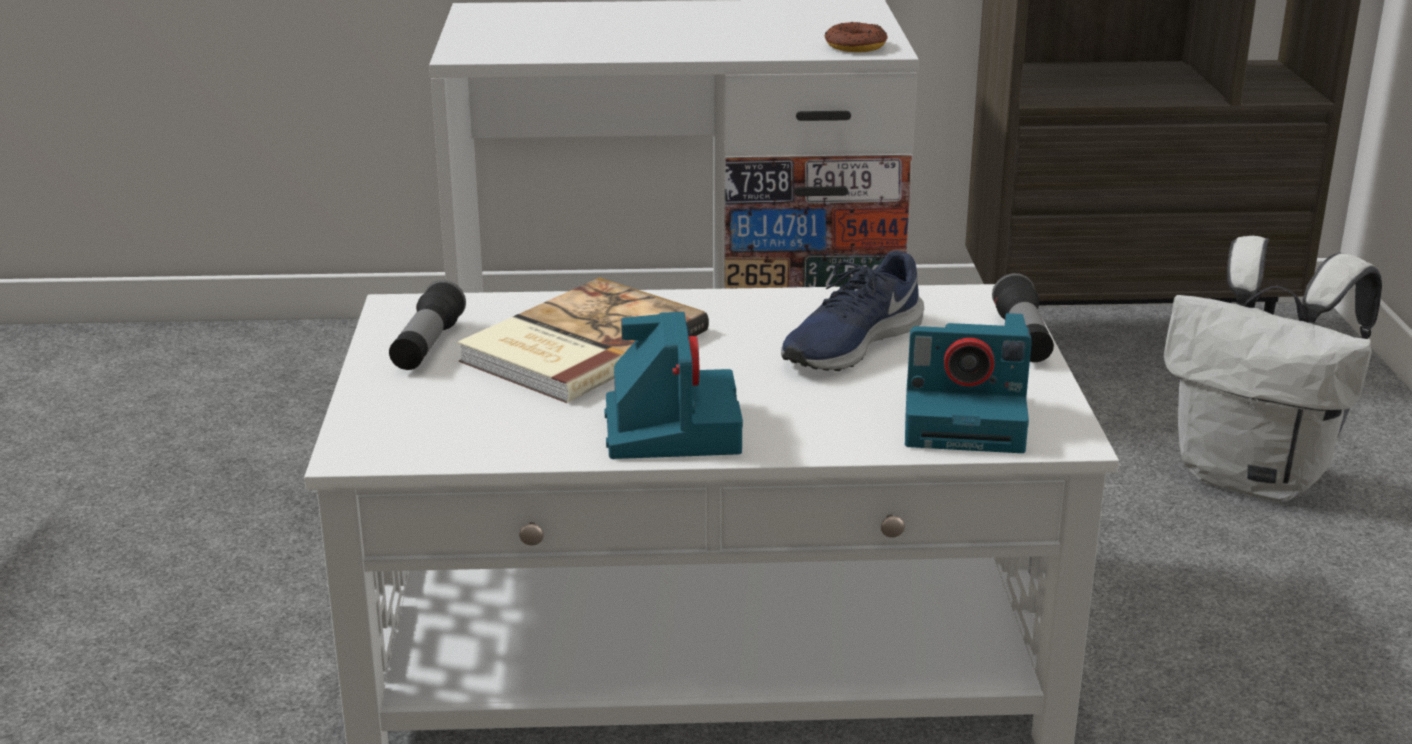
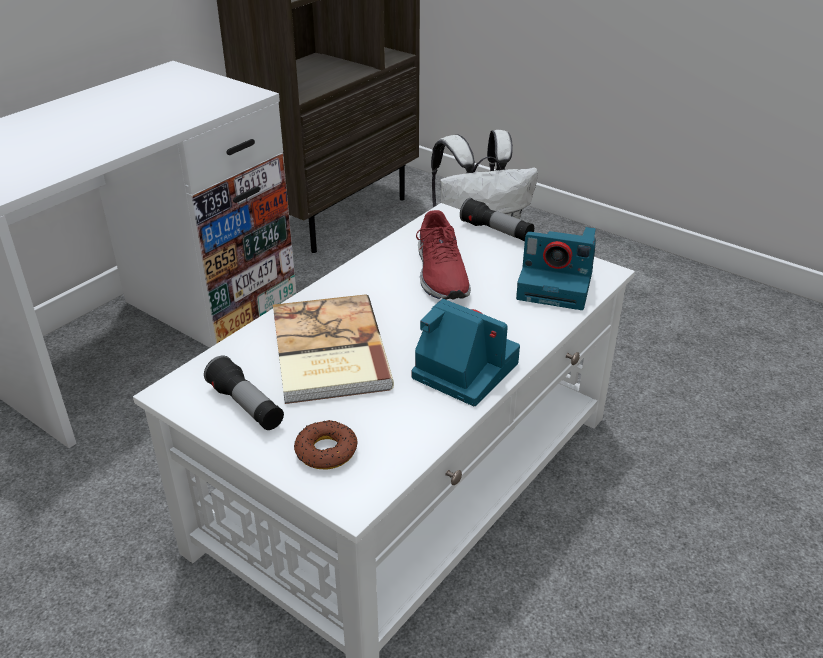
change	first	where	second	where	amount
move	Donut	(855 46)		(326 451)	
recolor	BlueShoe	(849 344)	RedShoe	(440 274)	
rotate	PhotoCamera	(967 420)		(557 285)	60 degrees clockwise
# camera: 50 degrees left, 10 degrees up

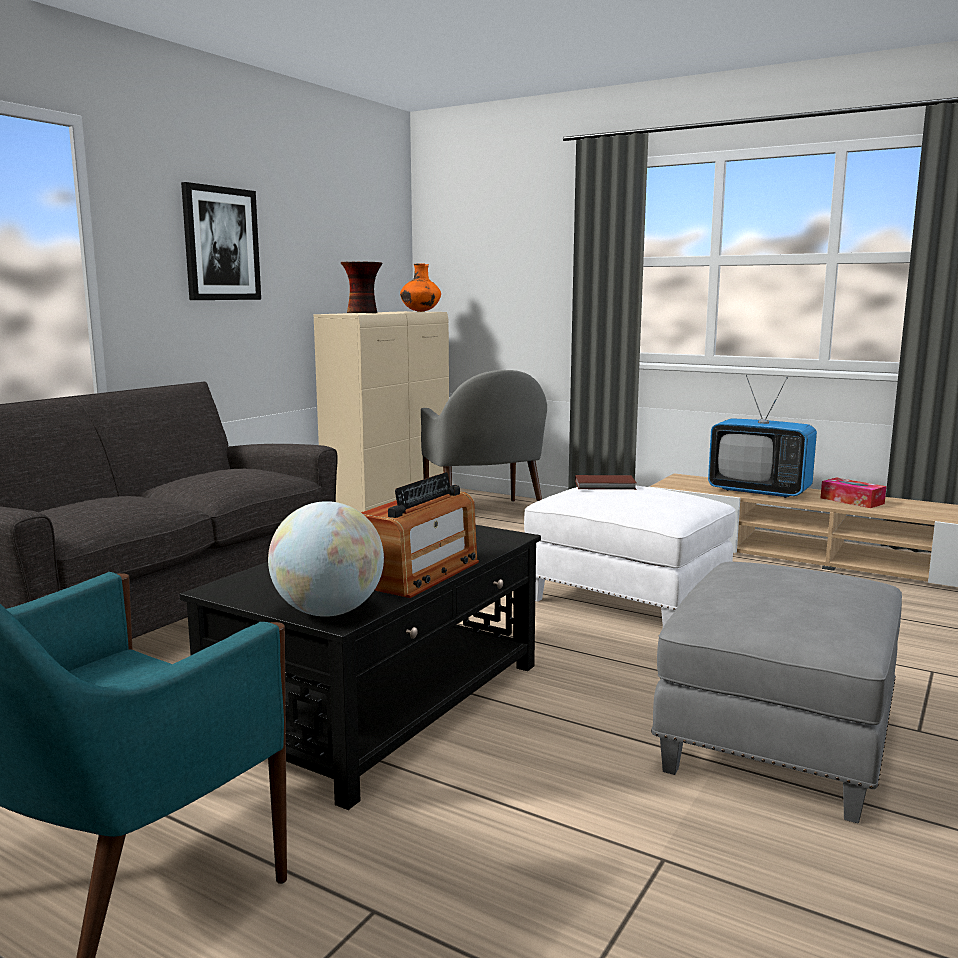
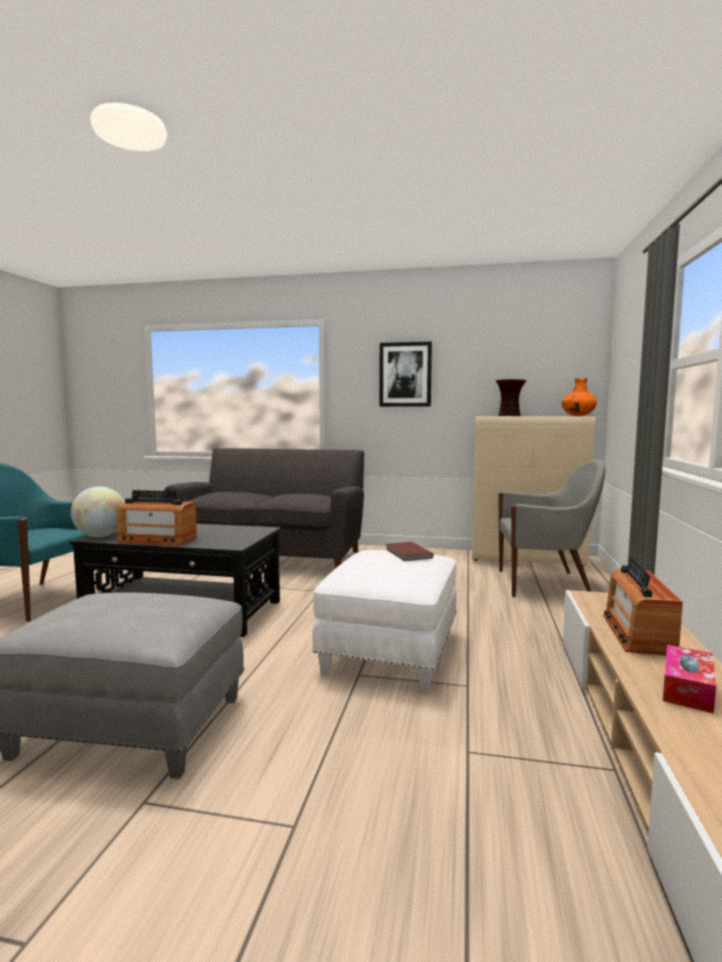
change	first	where	second	where	amount
replace	Television	(759 491)	Radio	(637 634)	
rotate	GreyArmchair	(484 515)		(545 584)	135 degrees counterclockwise
# camera: 70 degrees right, 5 degrees down

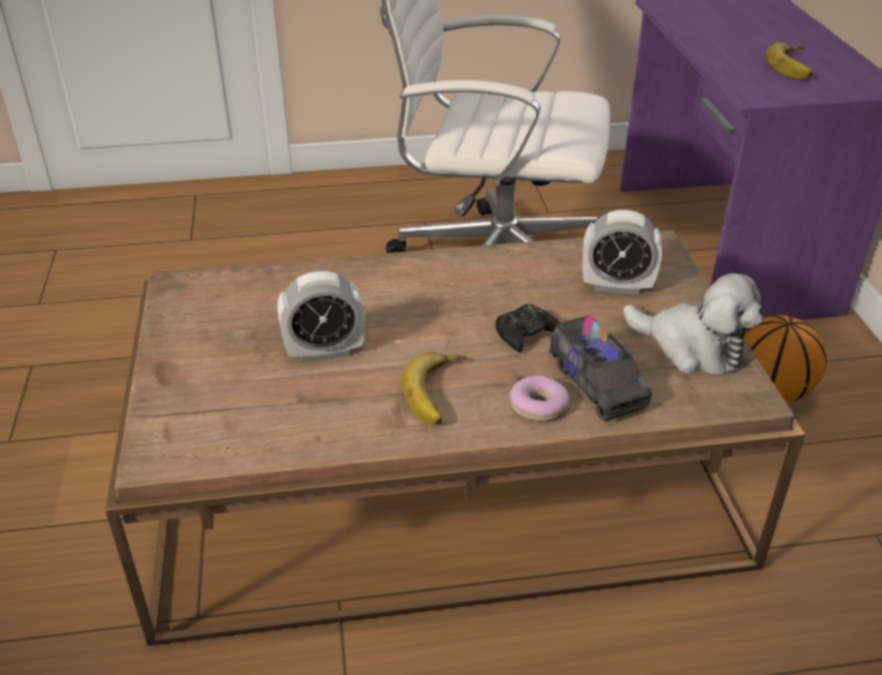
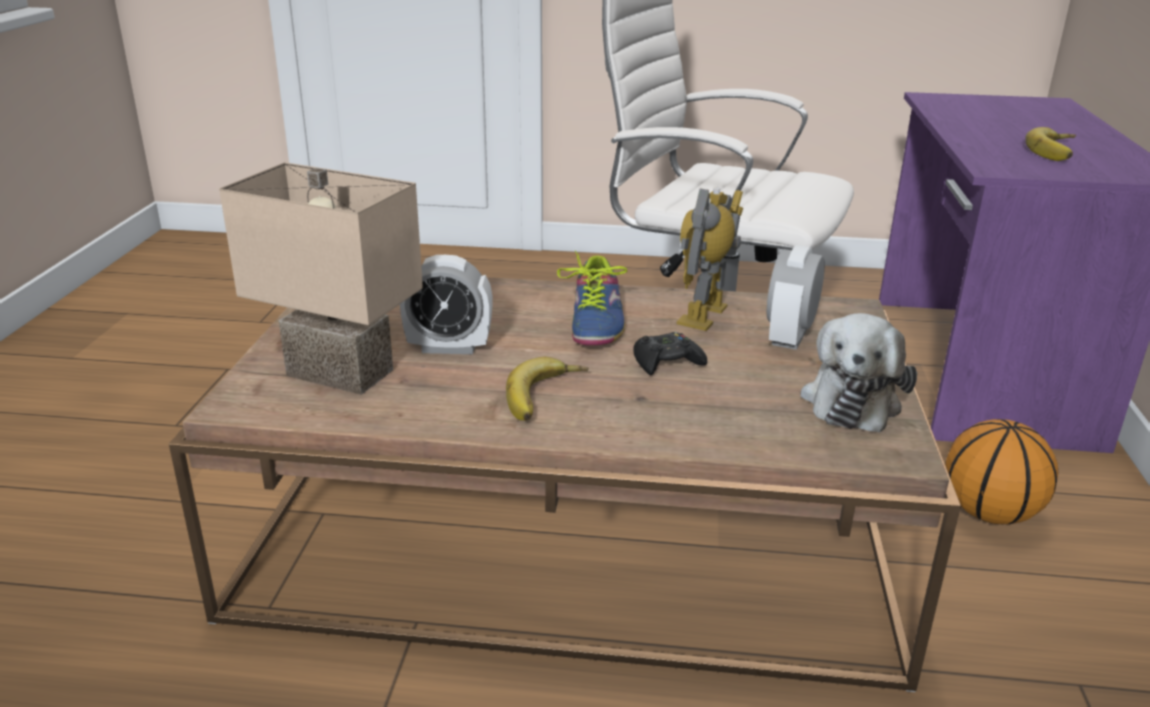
change	first	where	second	where	amount
delete	Donut	(538 406)			
delete	ToyTruck	(597 384)			
insert			BeigeTableLamp	(335 374)	
insert			Shoe	(596 321)	
insert			ToyRobot	(704 316)	
rotate	AlarmClock	(616 286)		(790 337)	90 degrees clockwise
rotate	PlushToy	(693 347)		(852 400)	60 degrees clockwise
# camera: 15 degrees right, 10 degrees down

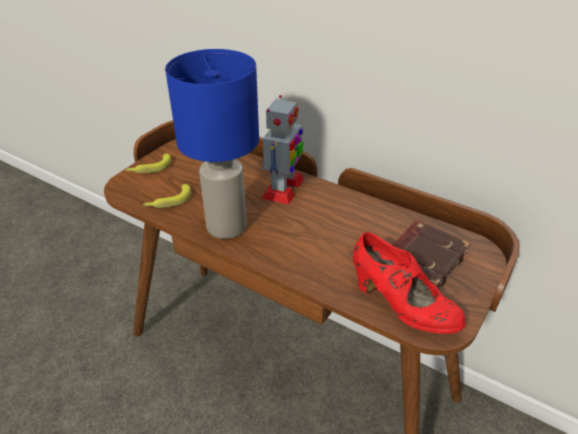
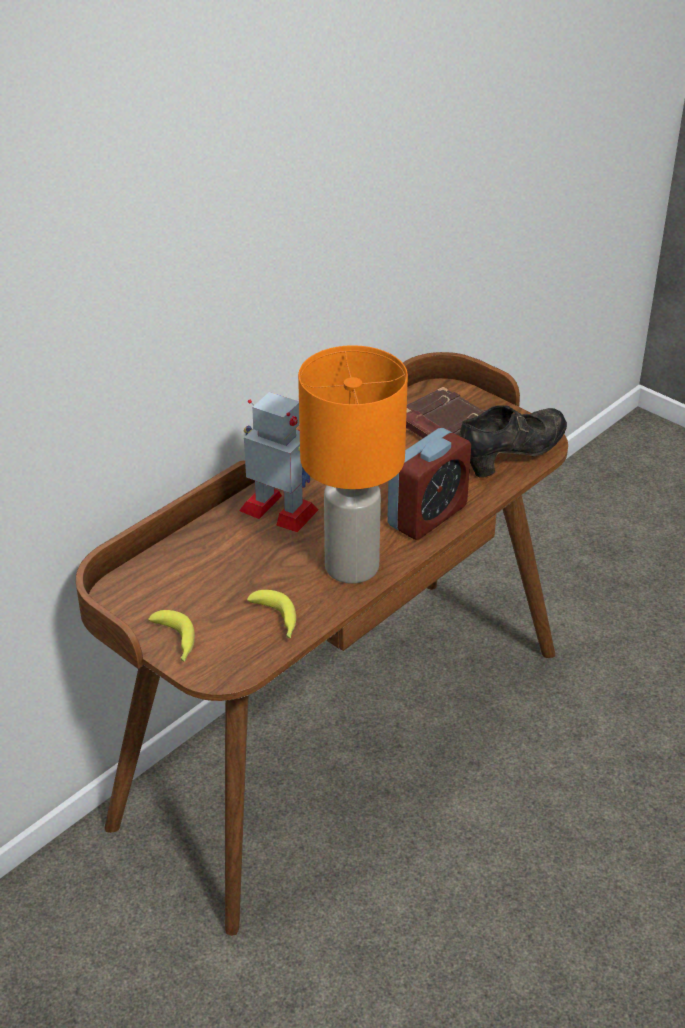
change	first	where	second	where	amount
insert			AlarmClock	(427 516)	
recolor	BlueTableLamp	(226 227)	OrangeTableLamp	(353 567)	
recolor	RedShoe	(401 306)	BlackShoe	(512 457)	
# camera: 80 degrees left, 0 degrees up

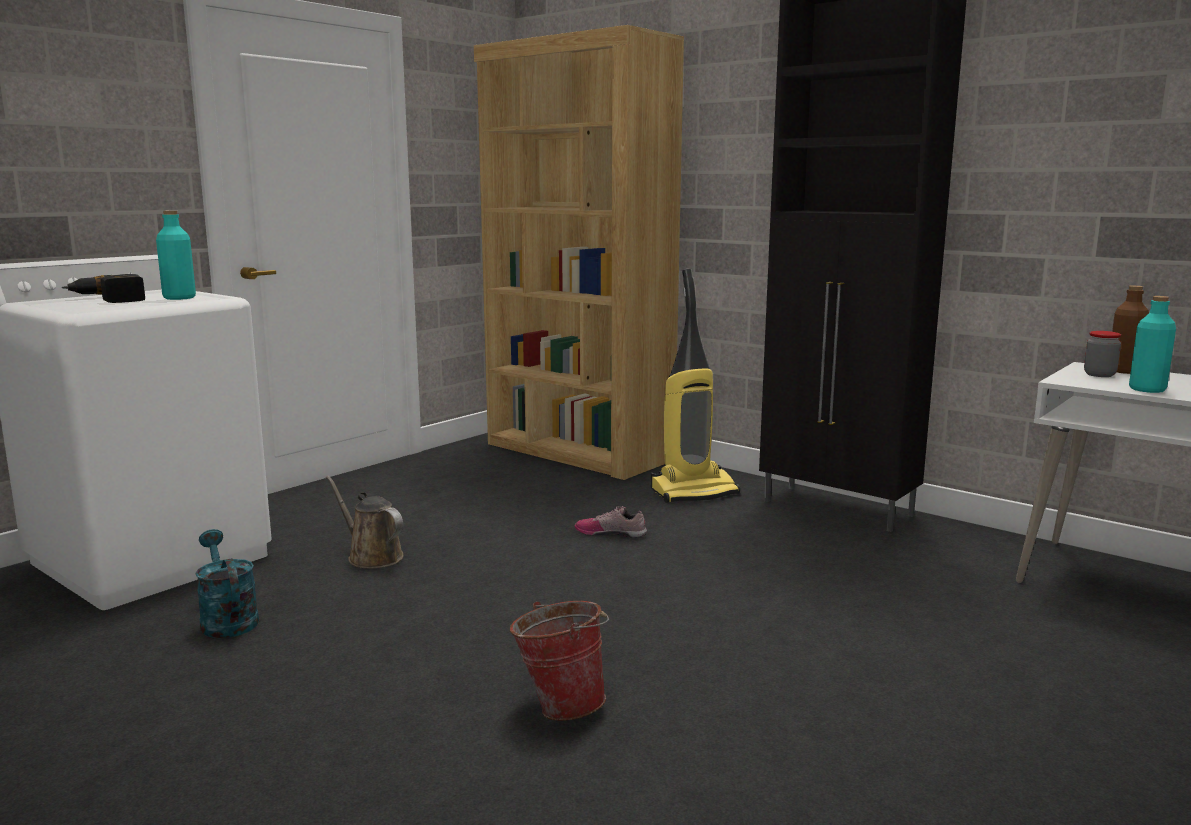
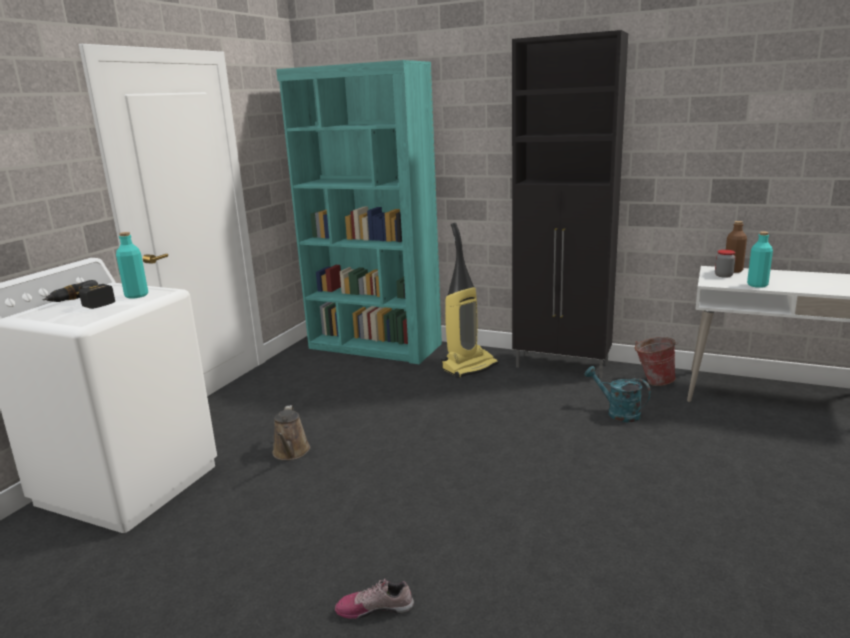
change	first	where	second	where	amount
move	TurquoiseWateringCan	(227 619)		(618 413)	
move	Bucket	(561 705)		(653 381)	
move	Shoe	(611 533)		(375 608)	
recolor	BrownBookcase	(578 452)	TurquoiseBookcase	(375 346)	
rotate	BrownWateringCan	(371 556)		(291 452)	120 degrees counterclockwise
# camera: 15 degrees left, 5 degrees up

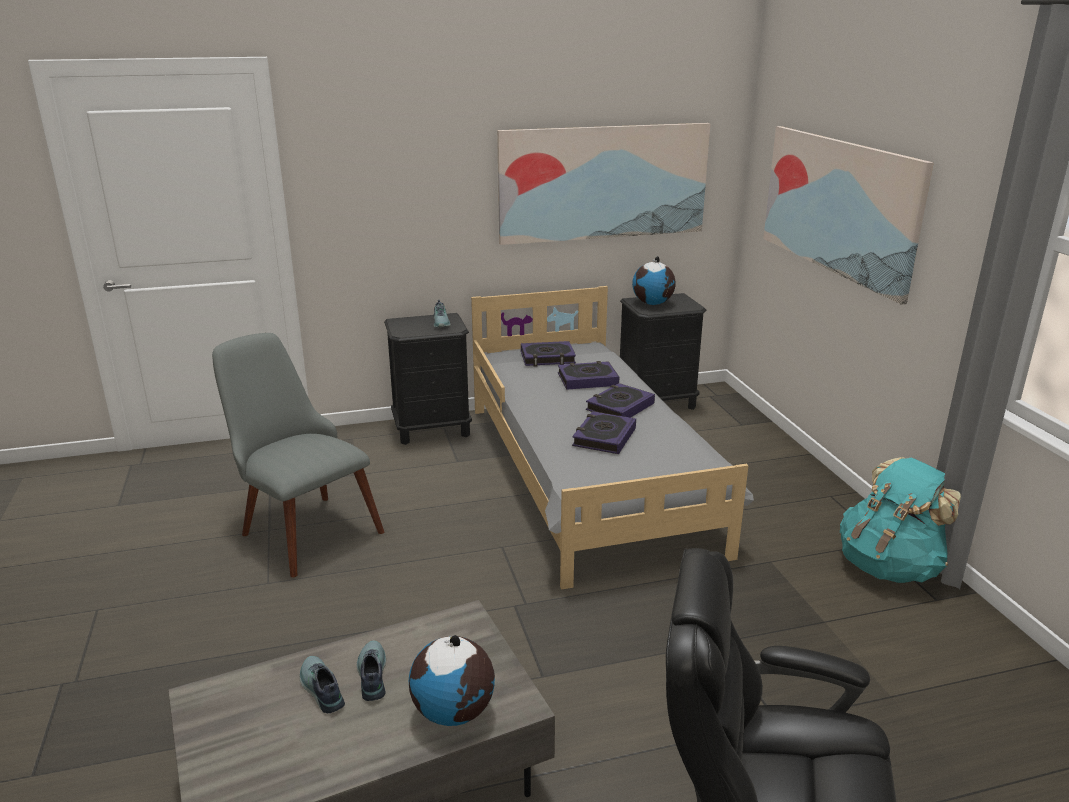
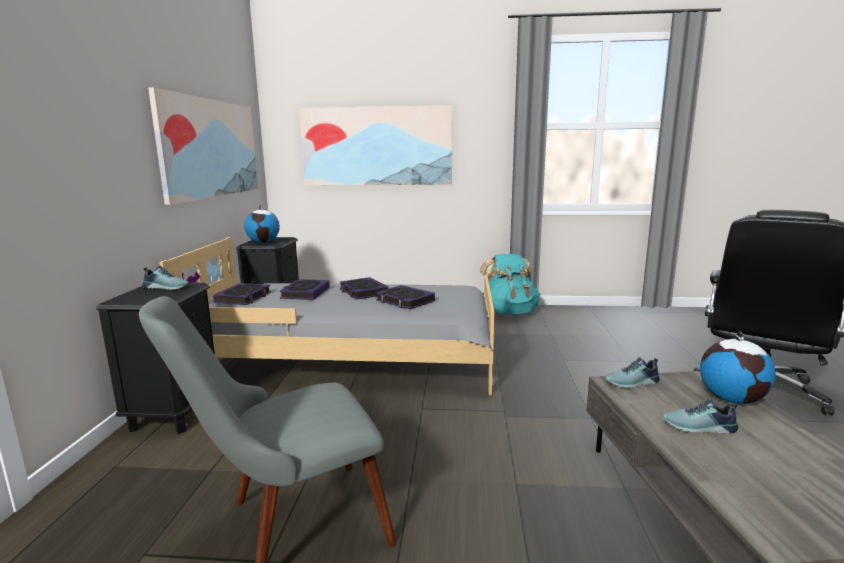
change	first	where	second	where	amount
move	Shoe	(320 690)		(633 383)	
# camera: 70 degrees left, 10 degrees down

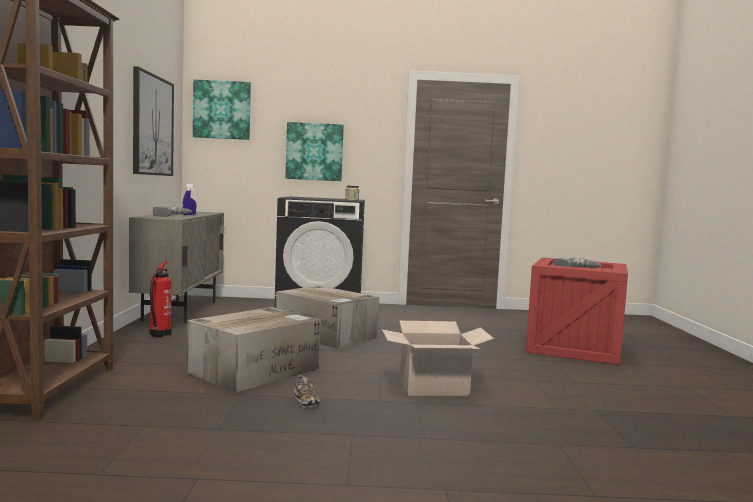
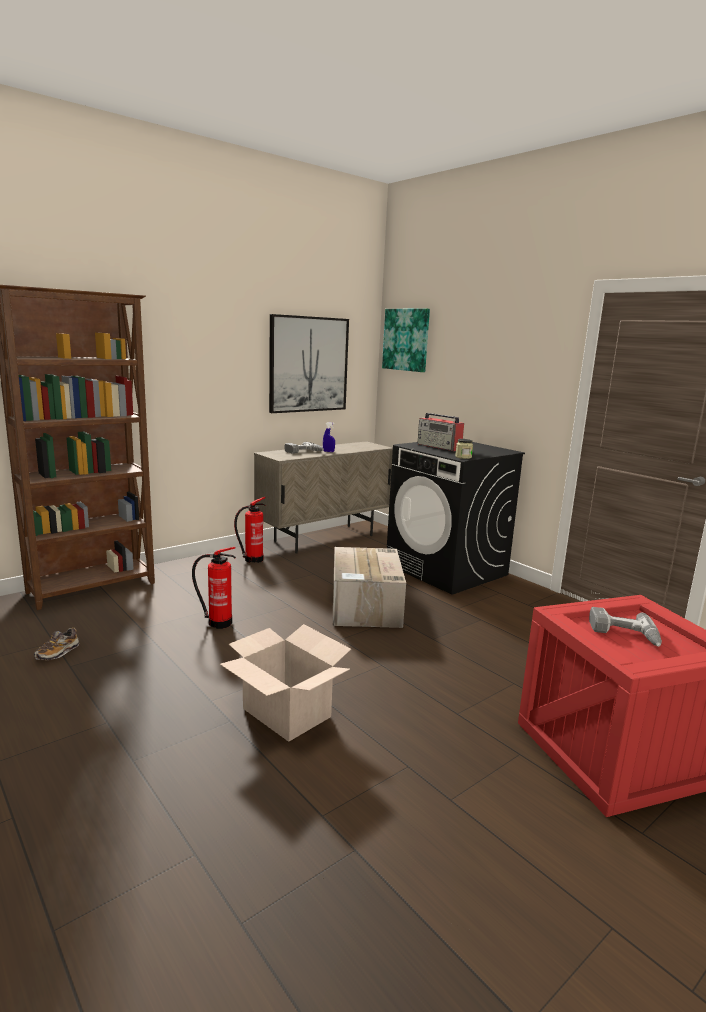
change	first	where	second	where	amount
delete	Picture	(314 151)			
insert			Radio	(439 447)	
move	Shoe	(306 401)		(57 653)	
replace	CardboardBox	(255 370)	FireExtinguisher	(218 623)	
# camera: 50 degrees right, 10 degrees up

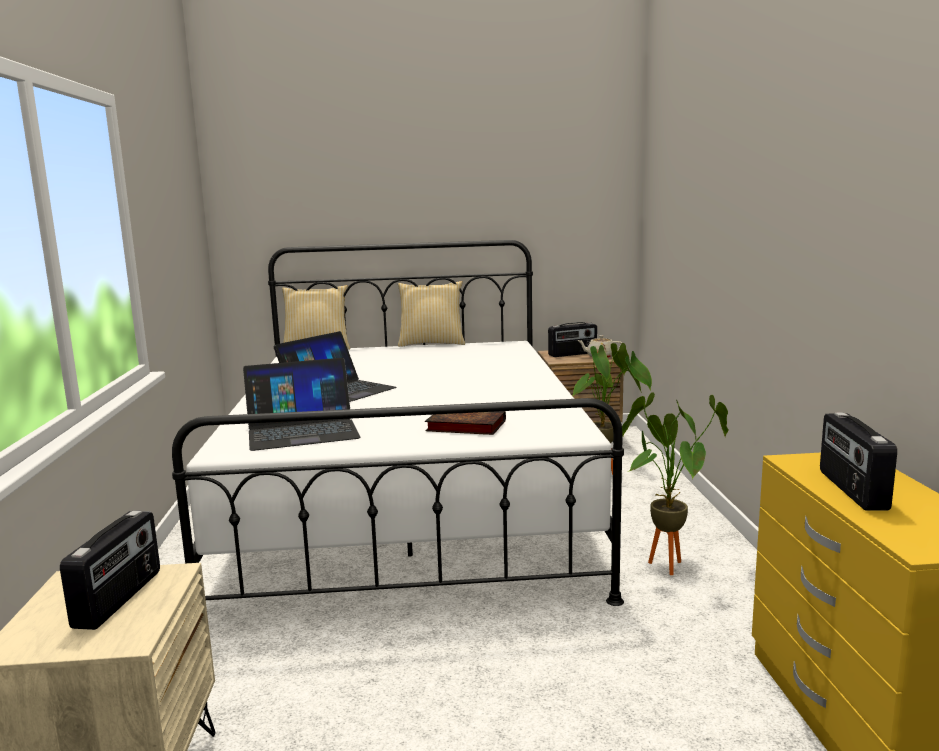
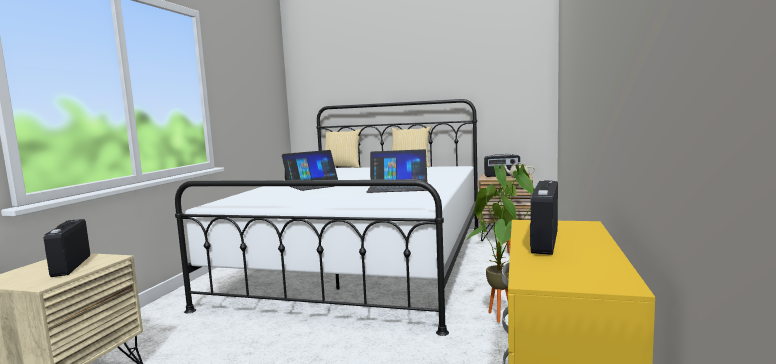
change	first	where	second	where	amount
delete	Book	(464 426)			
move	Laptop	(302 430)		(398 187)	
rotate	Radio	(120 598)		(70 266)	135 degrees clockwise
# camera: 20 degrees right, 5 degrees down

